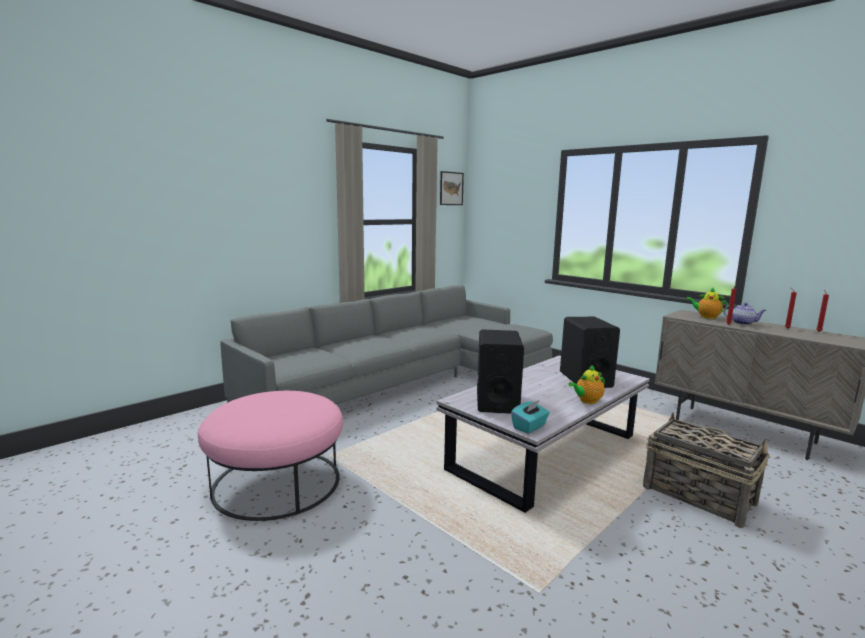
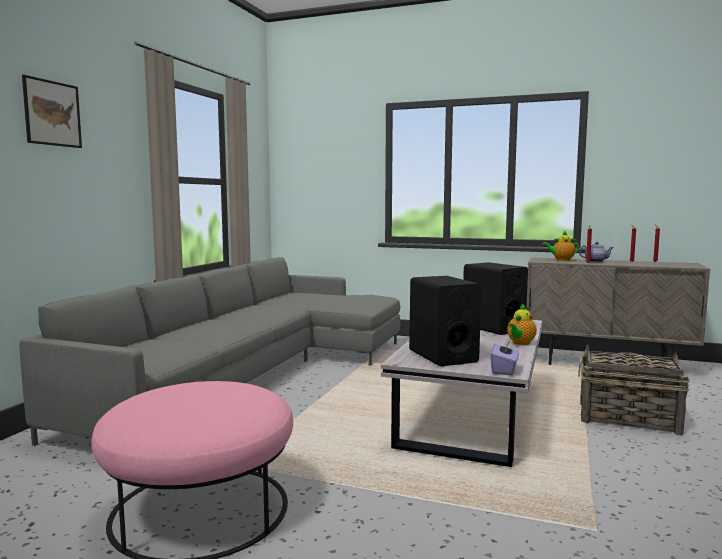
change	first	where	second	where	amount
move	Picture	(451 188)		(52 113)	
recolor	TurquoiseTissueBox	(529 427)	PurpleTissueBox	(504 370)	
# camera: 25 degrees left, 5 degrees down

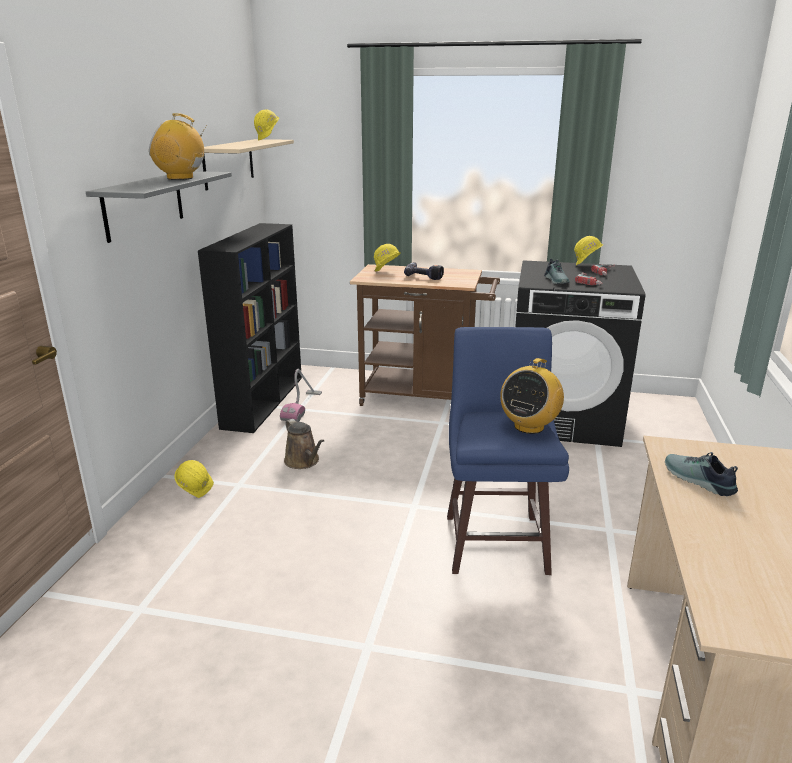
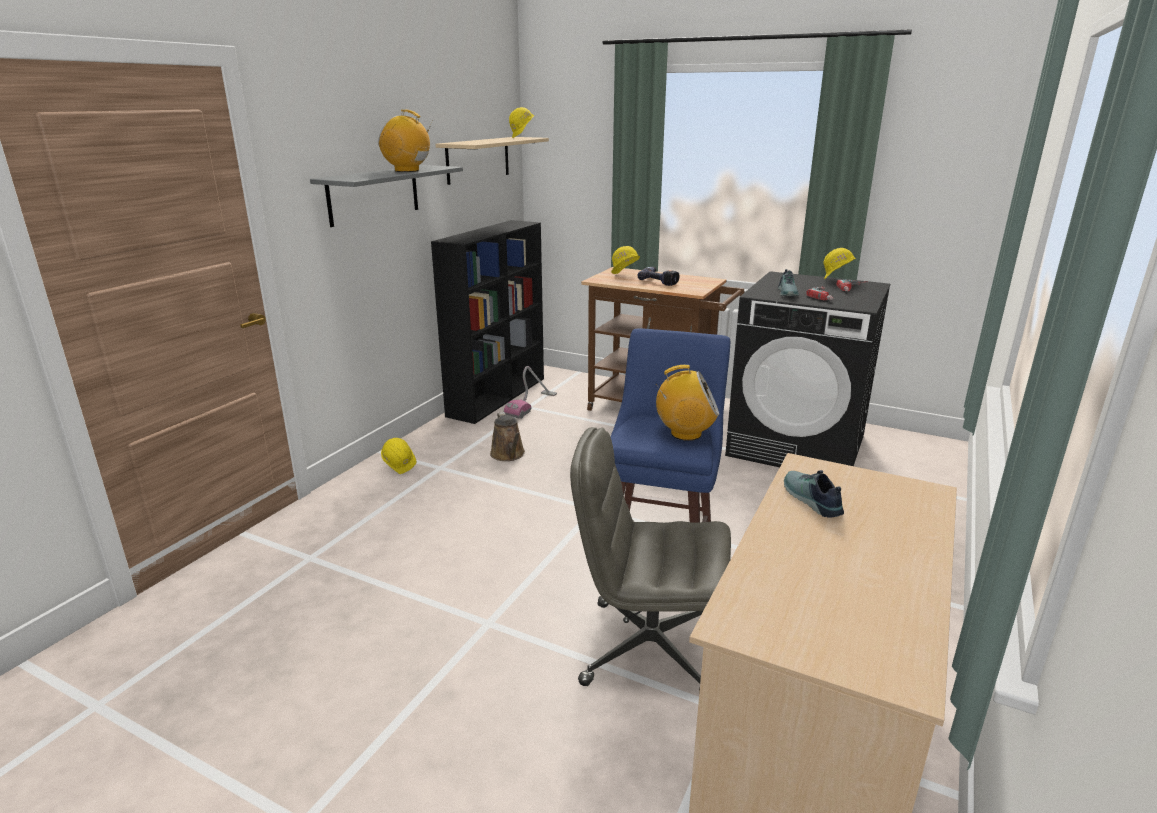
change	first	where	second	where	amount
insert			GreyOfficeChair	(648 649)	
rotate	Radio	(529 426)		(685 434)	135 degrees counterclockwise
# camera: 15 degrees right, 0 degrees up

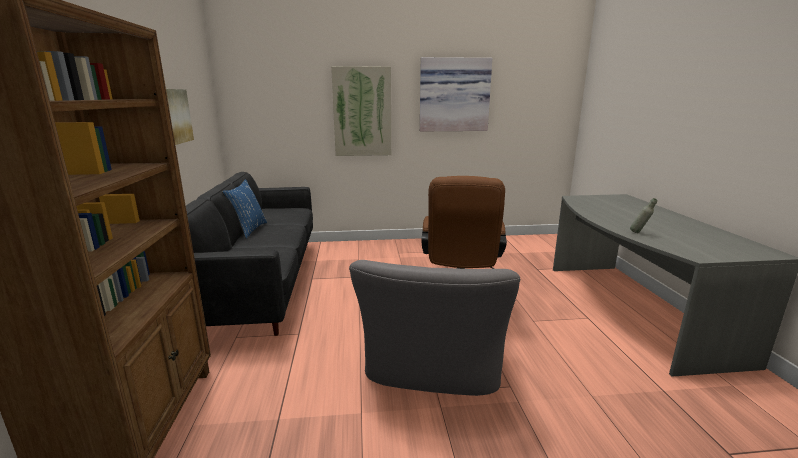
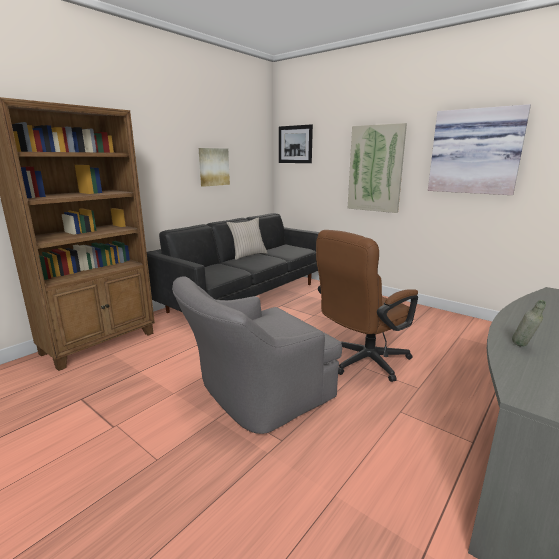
change	first	where	second	where	amount
insert			Picture	(295 144)	
recolor	BluePillow	(248 230)	BeigePillow	(248 255)	
# camera: 45 degrees right, 0 degrees up

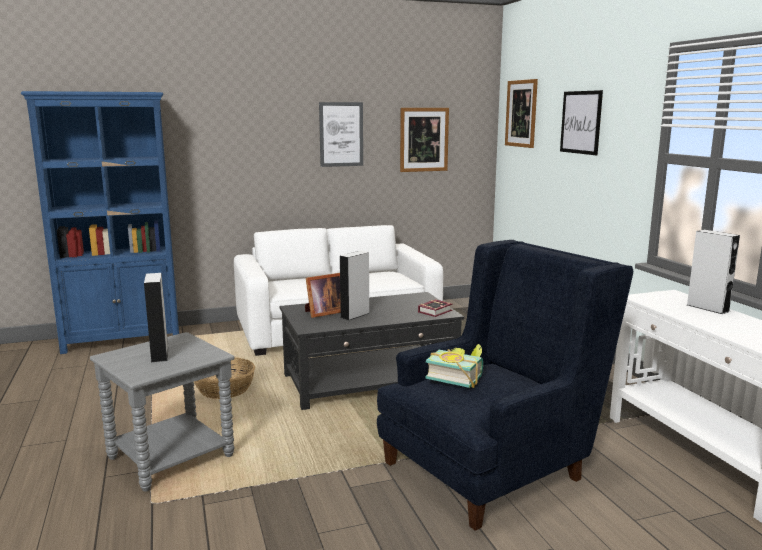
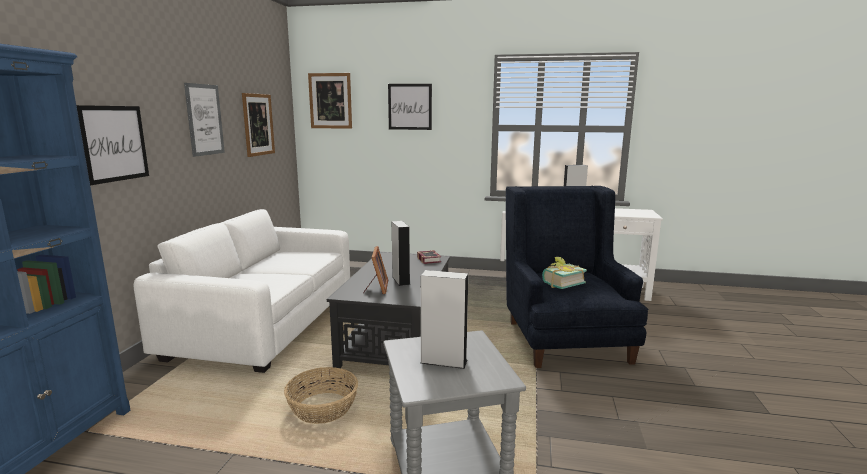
change	first	where	second	where	amount
insert			Picture	(114 143)	
# camera: 60 degrees left, 0 degrees up

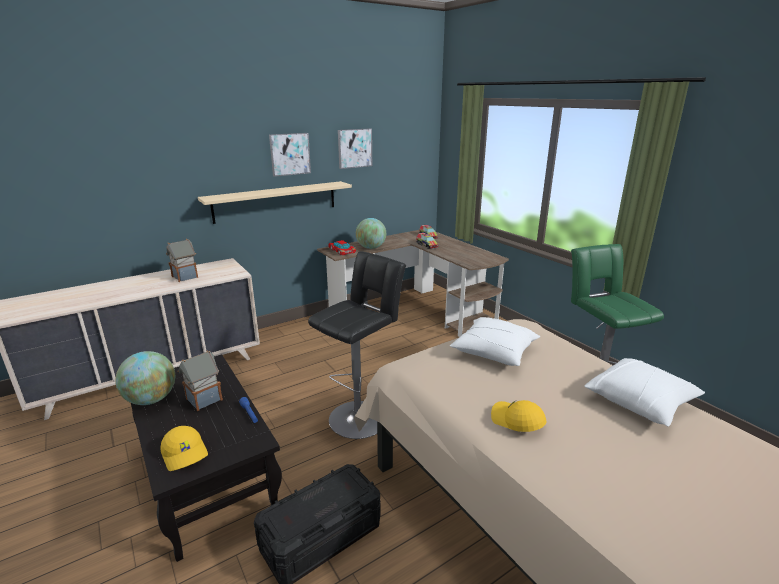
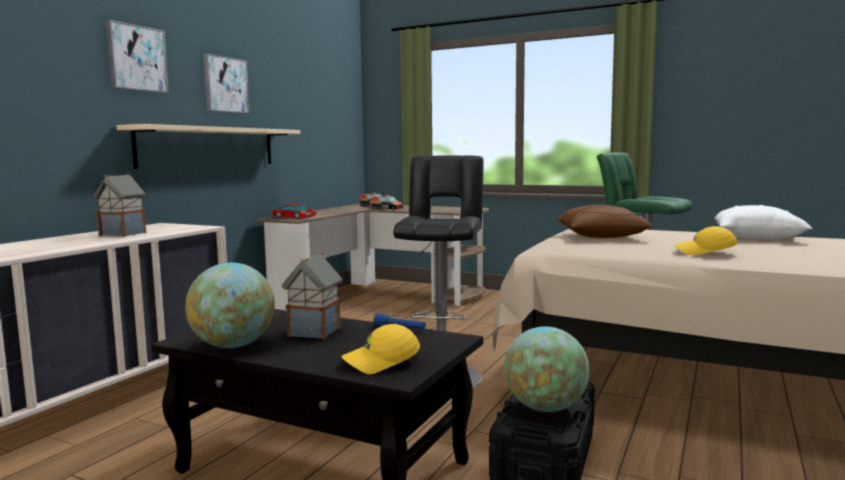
change	first	where	second	where	amount
move	Picture	(354 148)		(136 58)	
move	Globe	(371 248)		(545 408)	
recolor	WhitePillow	(494 352)	BrownPillow	(601 236)	
rotate	YellowCap	(185 453)		(381 362)	135 degrees clockwise
# camera: 30 degrees left, 15 degrees down

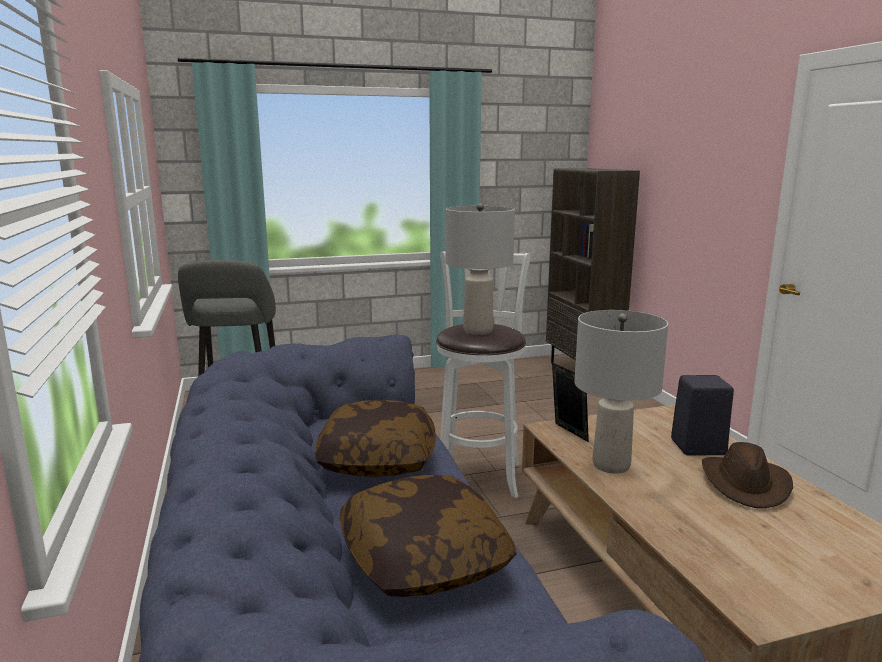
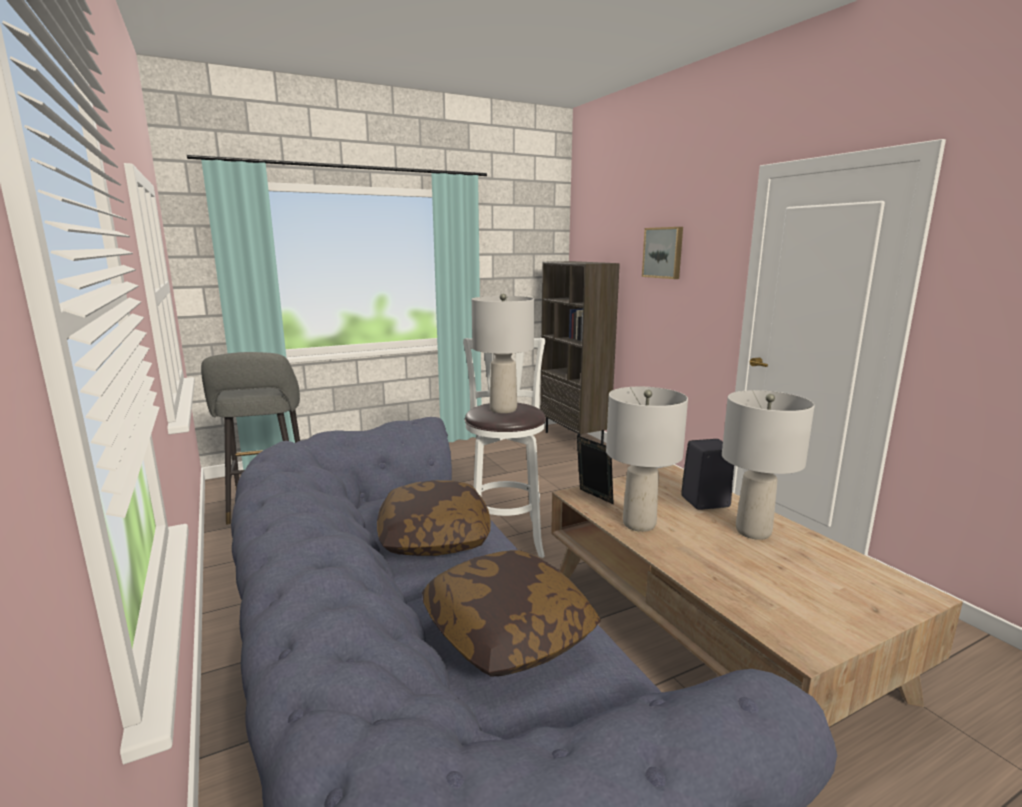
change	first	where	second	where	amount
insert			Picture	(663 252)	
replace	BrownHat	(745 484)	GreyTableLamp	(753 531)	
# camera: 10 degrees left, 0 degrees up

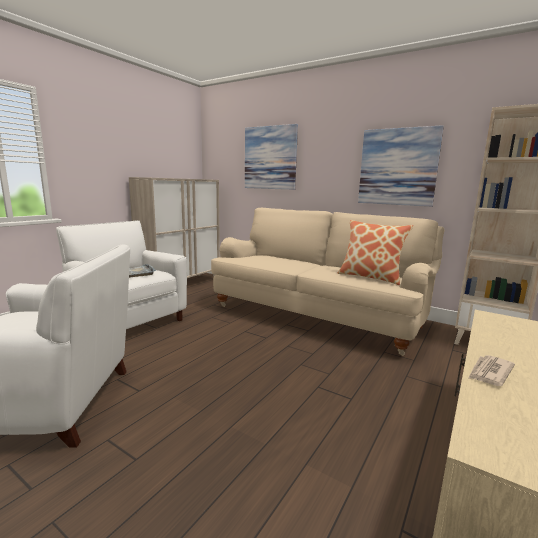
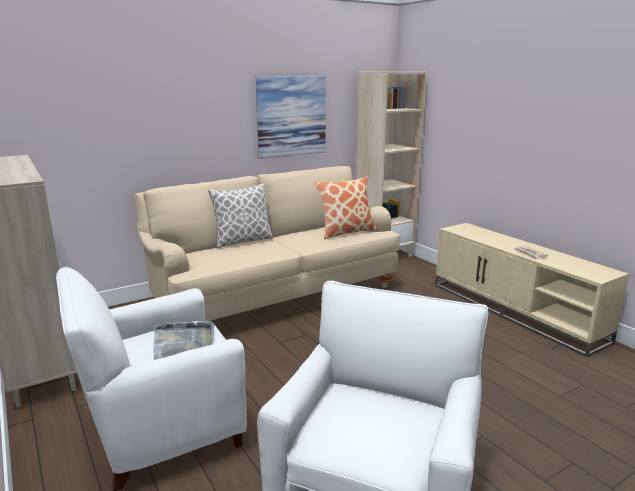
change	first	where	second	where	amount
delete	Picture	(270 158)			
insert			Pillow	(242 241)	
# camera: 65 degrees left, 5 degrees up

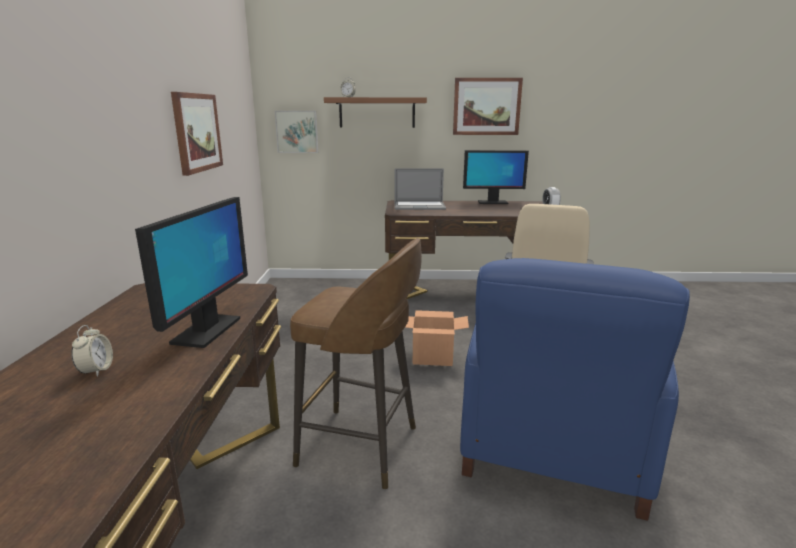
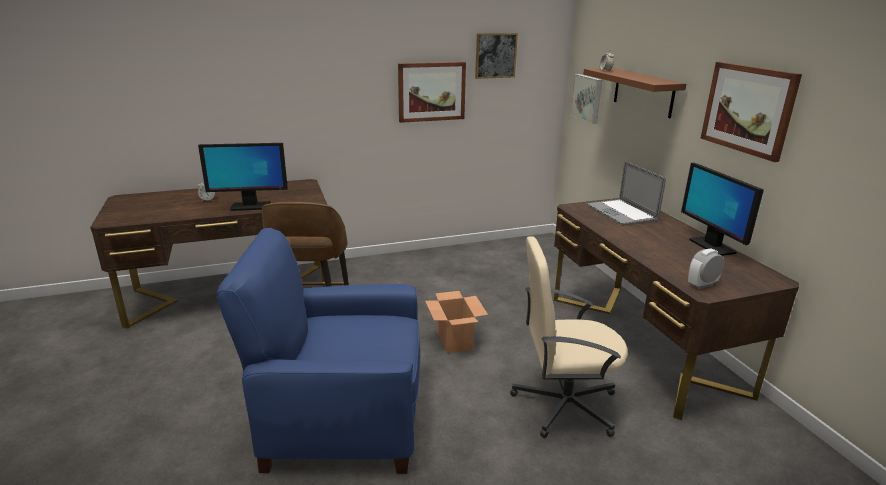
change	first	where	second	where	amount
insert			Picture	(495 55)	
# camera: 70 degrees right, 5 degrees up

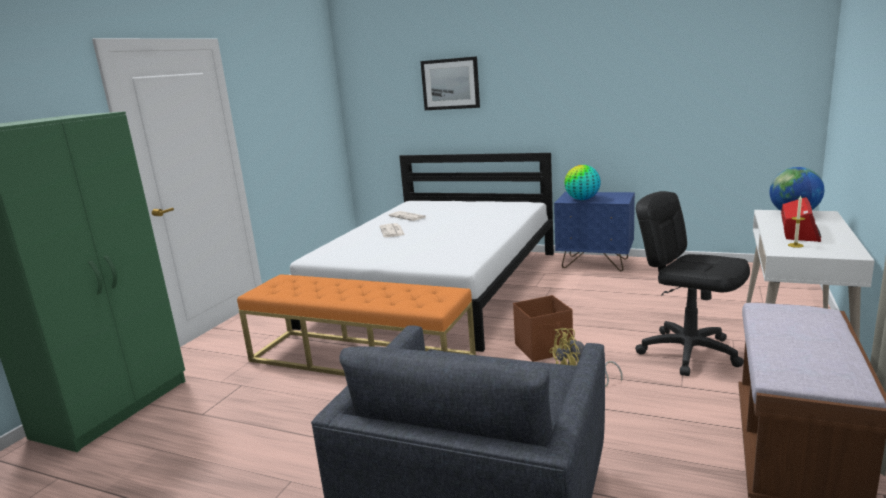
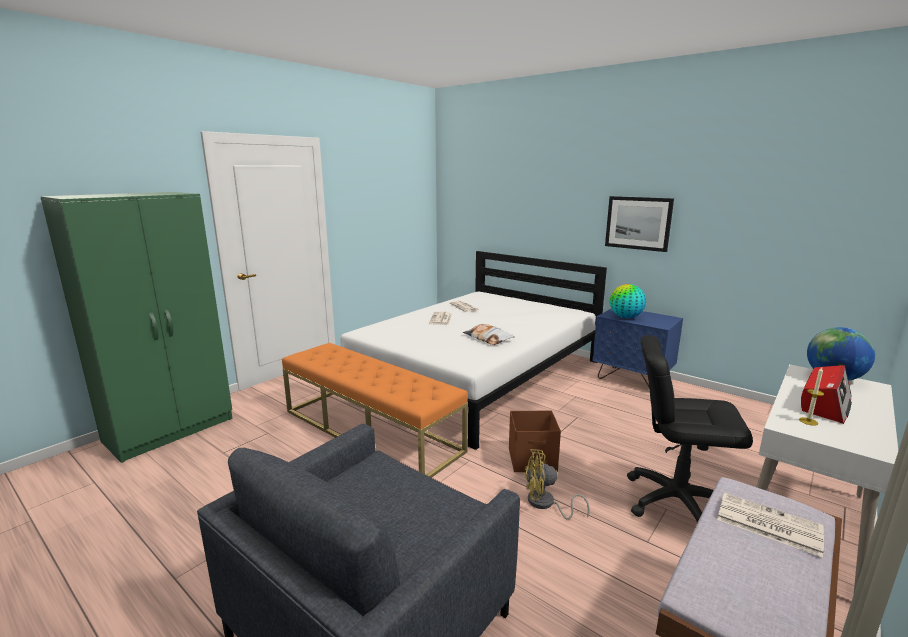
change	first	where	second	where	amount
insert			Pillow	(488 338)	
insert			Newspaper	(767 524)	
move	Picture	(450 84)		(638 223)	
rotate	BlackOfficeChair	(688 352)		(676 502)	45 degrees counterclockwise
# camera: 15 degrees right, 0 degrees up

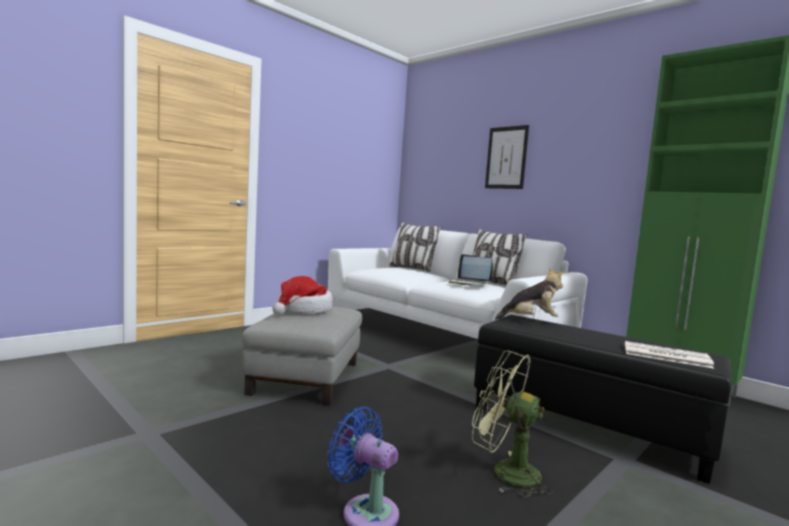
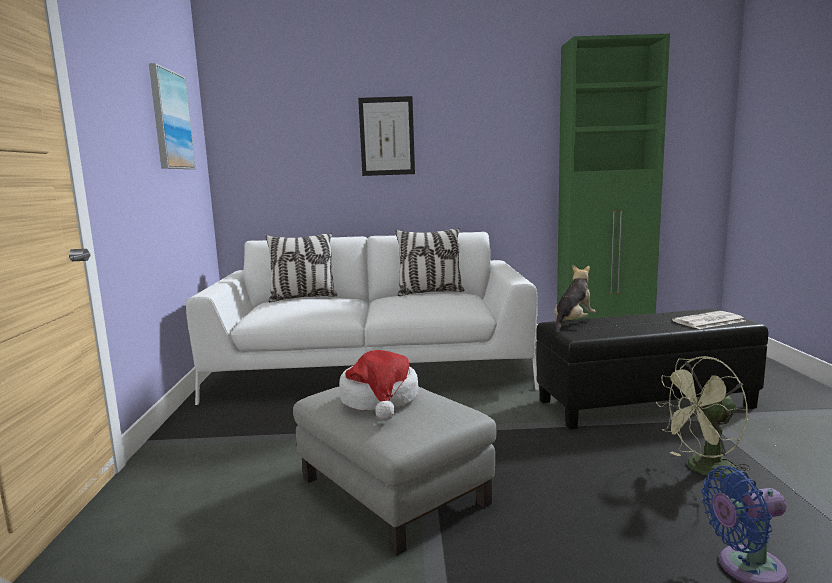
change	first	where	second	where	amount
delete	Laptop	(469 283)			
insert			Picture	(170 120)	
# camera: 45 degrees left, 5 degrees up

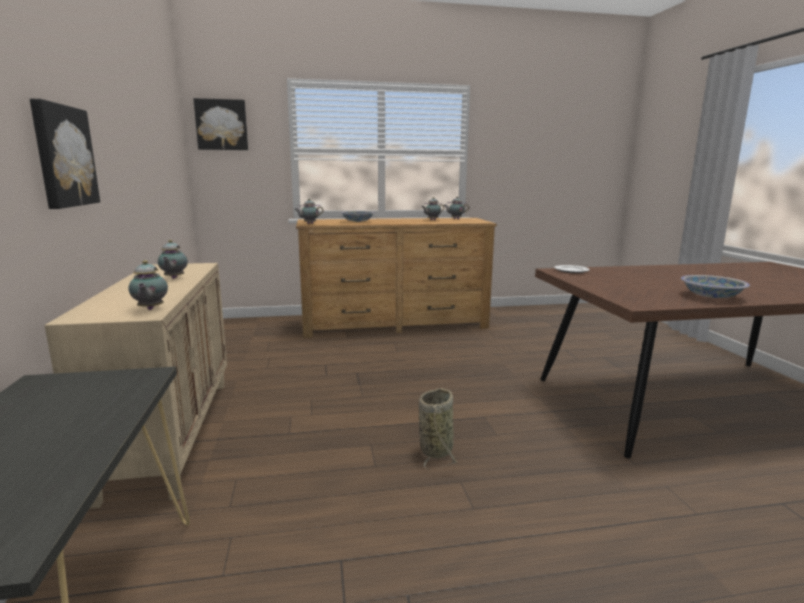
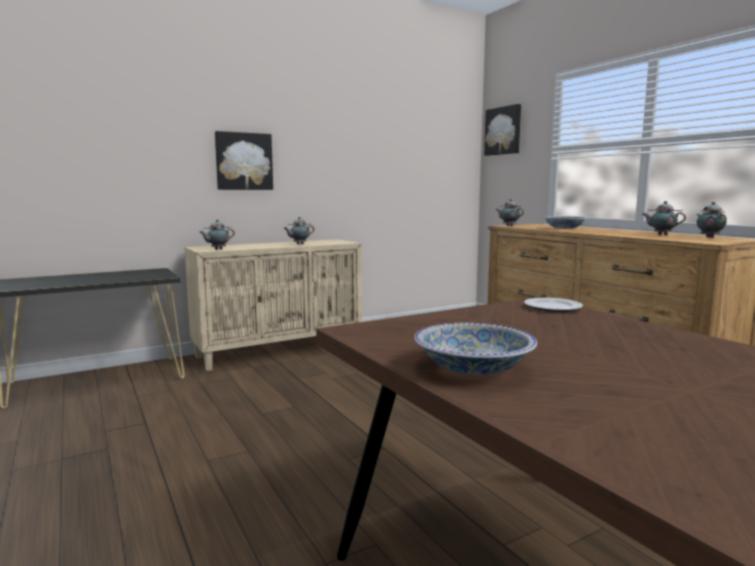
change	first	where	second	where	amount
delete	Basket	(436 449)			
# camera: 70 degrees right, 5 degrees down

